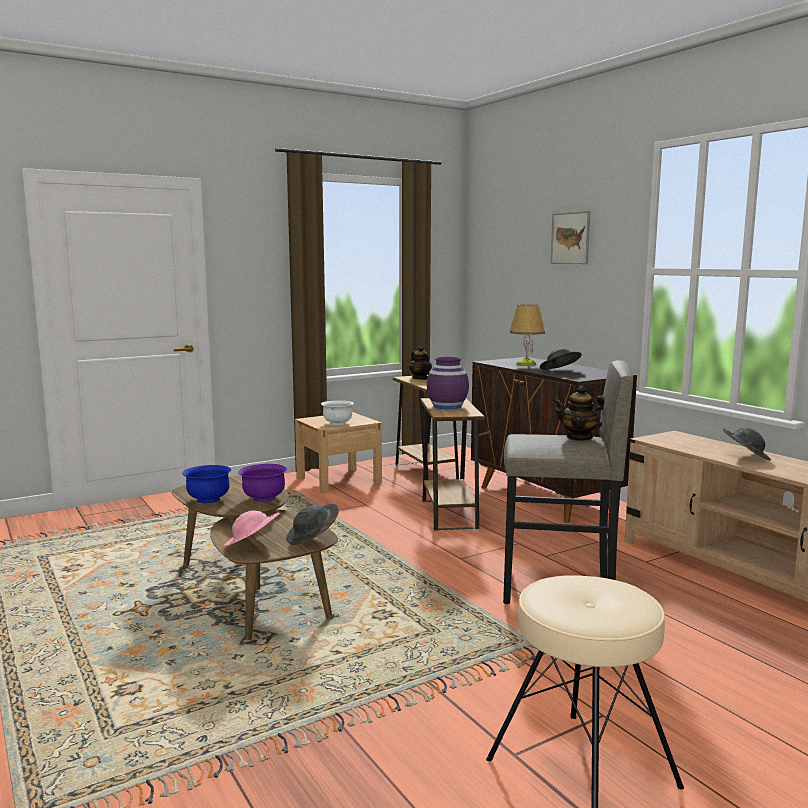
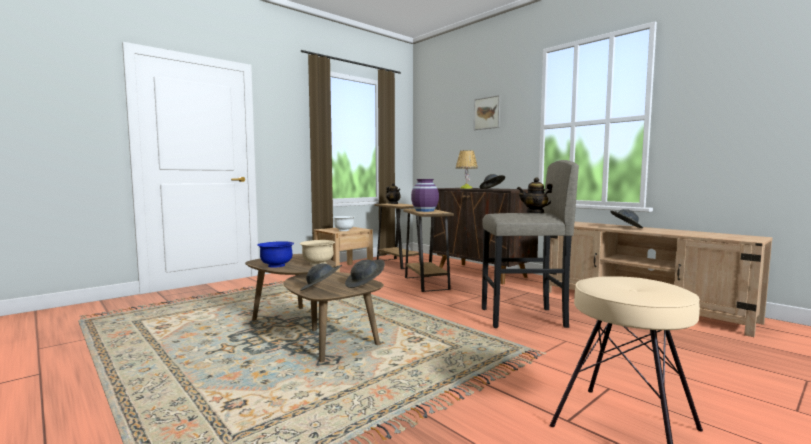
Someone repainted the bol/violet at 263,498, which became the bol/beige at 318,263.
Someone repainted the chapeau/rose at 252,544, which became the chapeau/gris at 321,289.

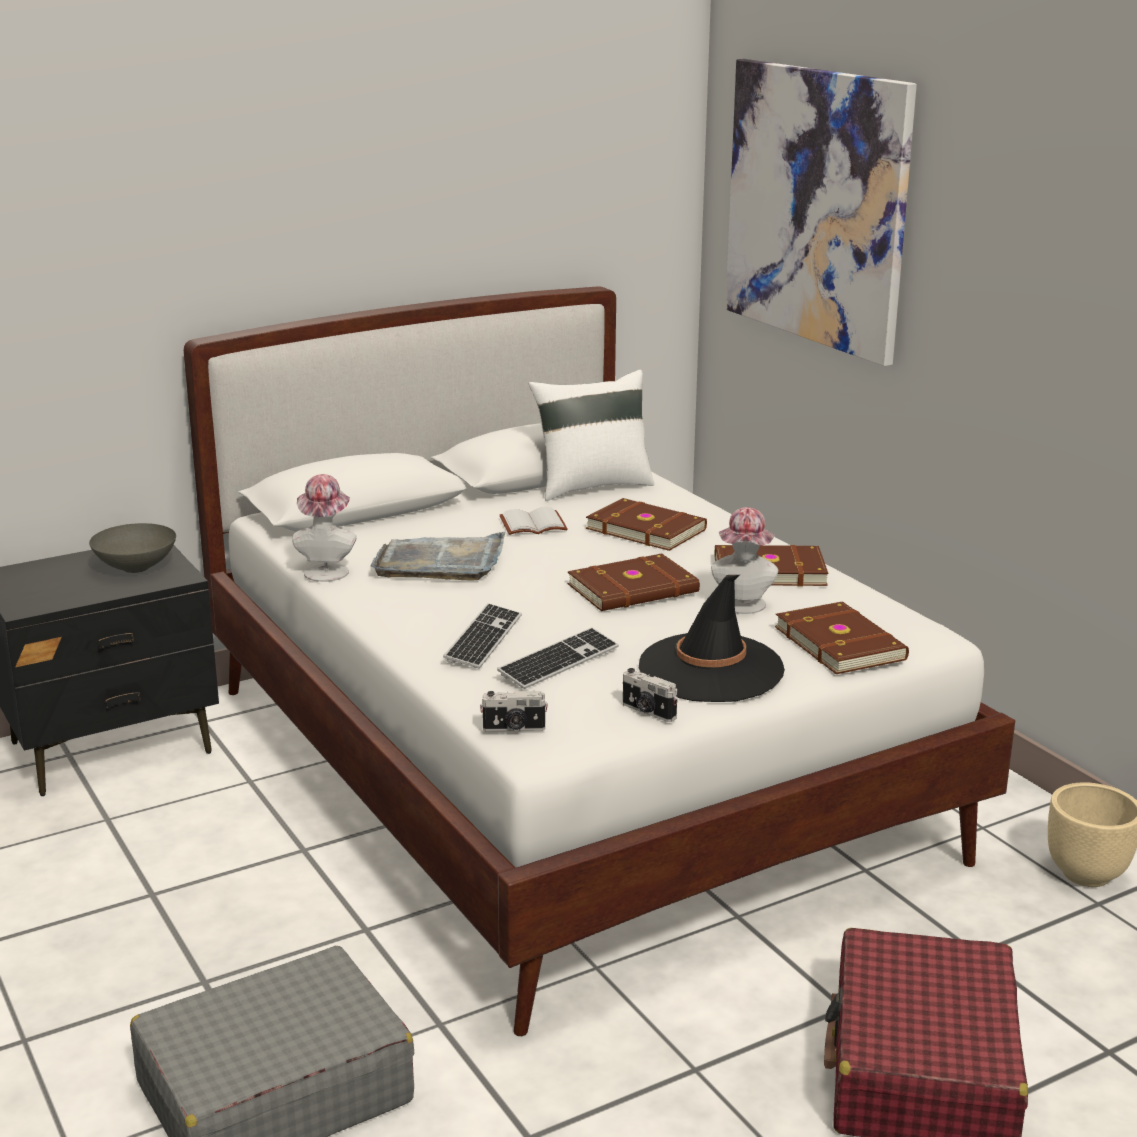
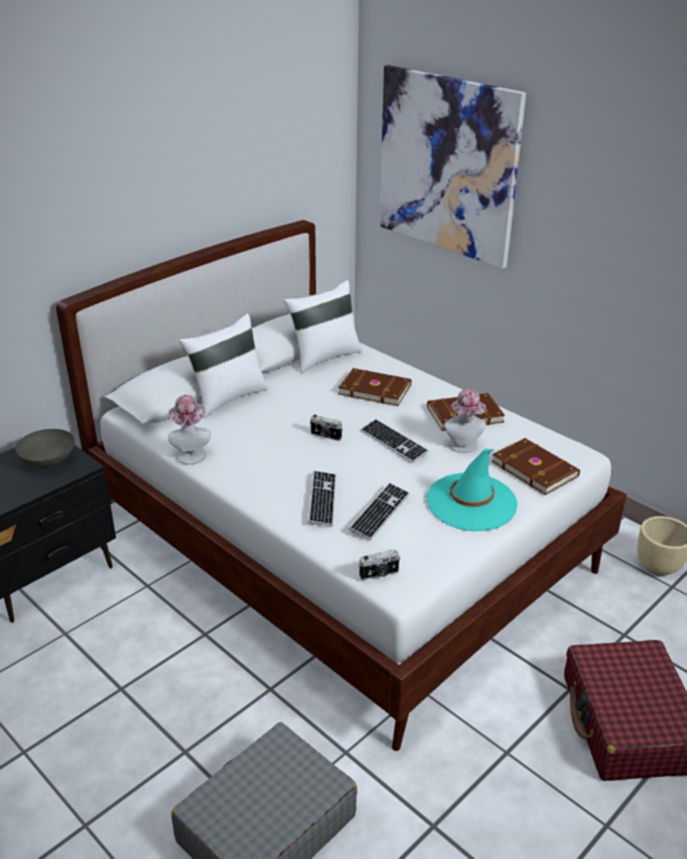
Someone took away the livre/blanc at 533,524.
Someone took away the plateau/gris at 441,562.
Someone swapped the livre/marron at 634,589 for the clavier at 393,442.
Someone repainted the chapeau/noir at 711,669, which became the chapeau/turquoise at 471,502.
Someone carried the appareil photo from 648,712 to 325,436.
Someone put down the coussin/blanc at 227,398.

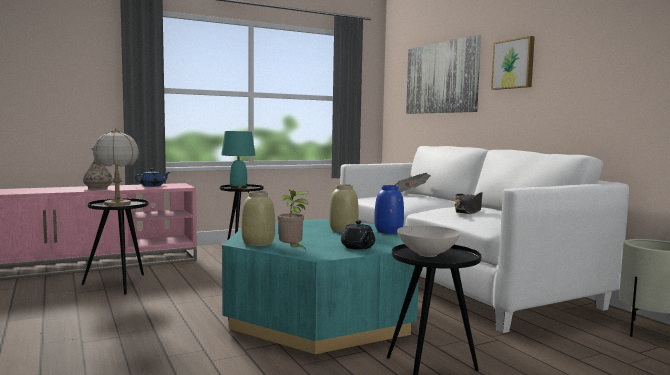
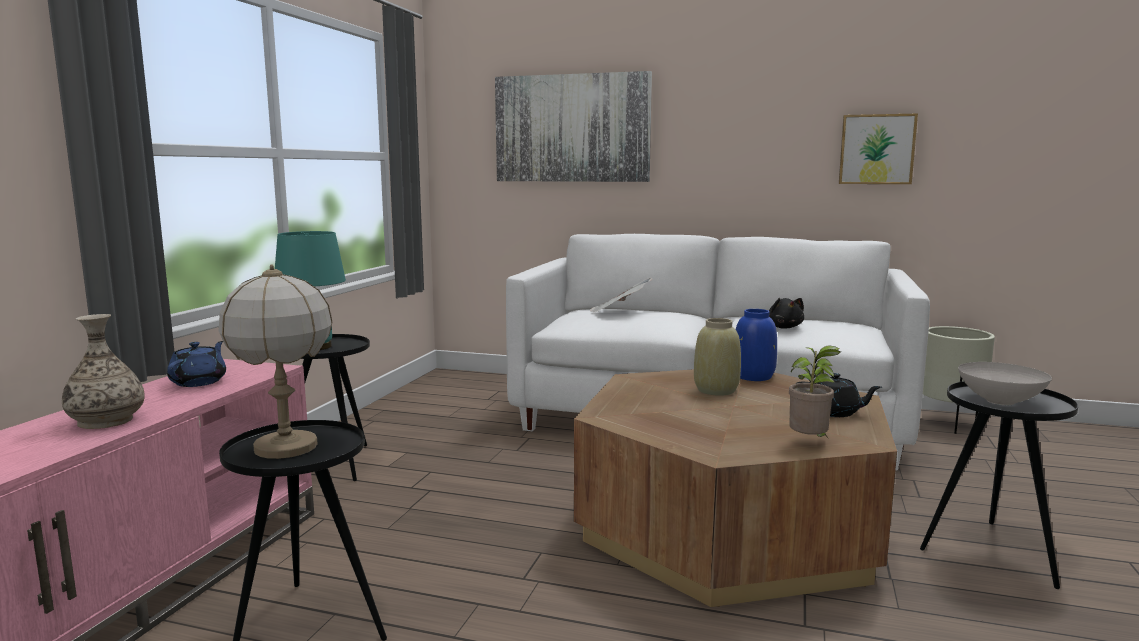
Someone carried the tableau from 514,64 to 876,149.
Someone took away the vase/beige at 258,244.
Someone swapped the chapeau/noir at 468,211 for the peluche/noir at 783,327.
Someone repainted the table basse/turquoise at 322,314, which became the table basse/marron at 728,526.

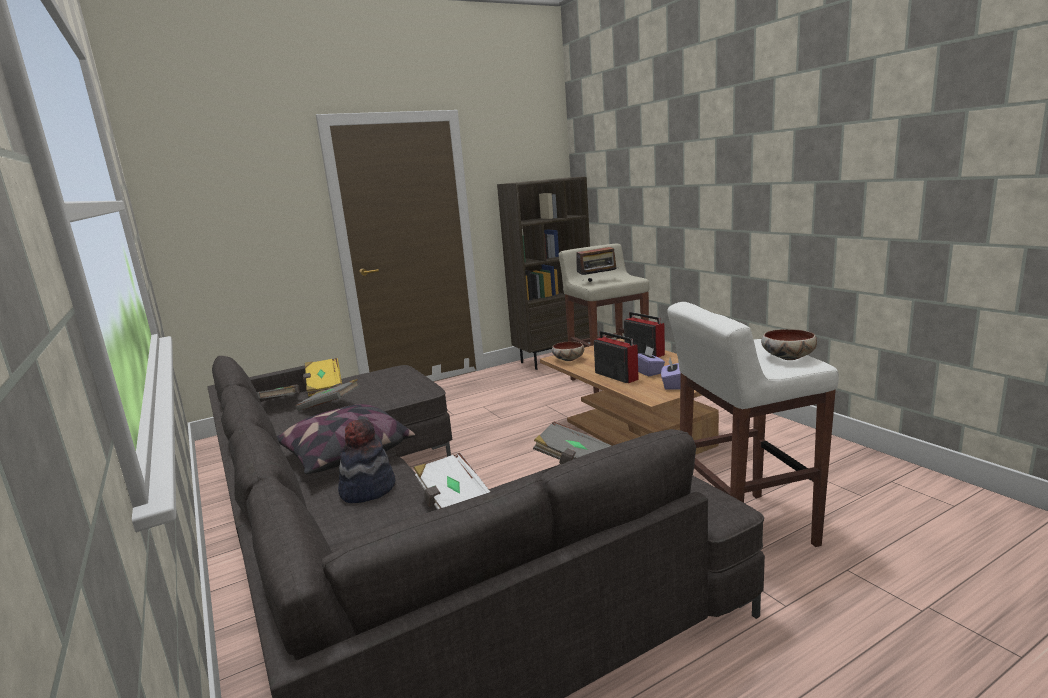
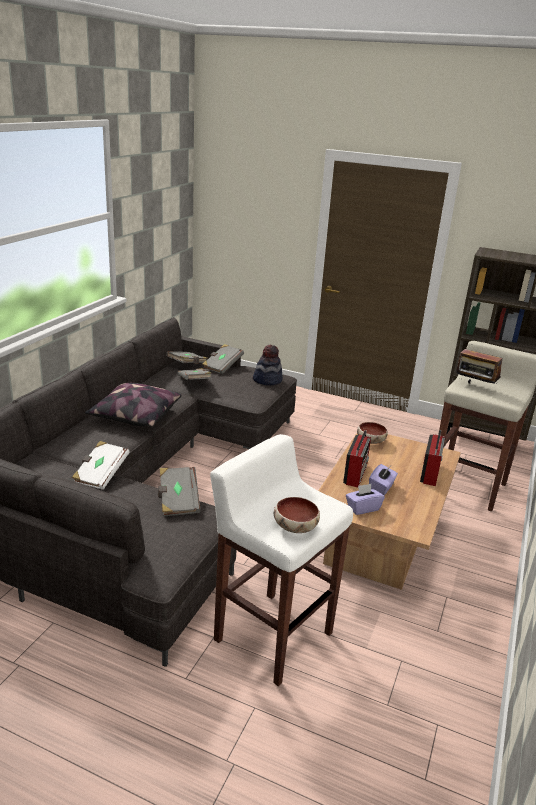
Someone repainted the livre/jaune at 323,387, which became the livre/gris at 222,366.
Someone carried the chapeau from 367,489 to 267,380.

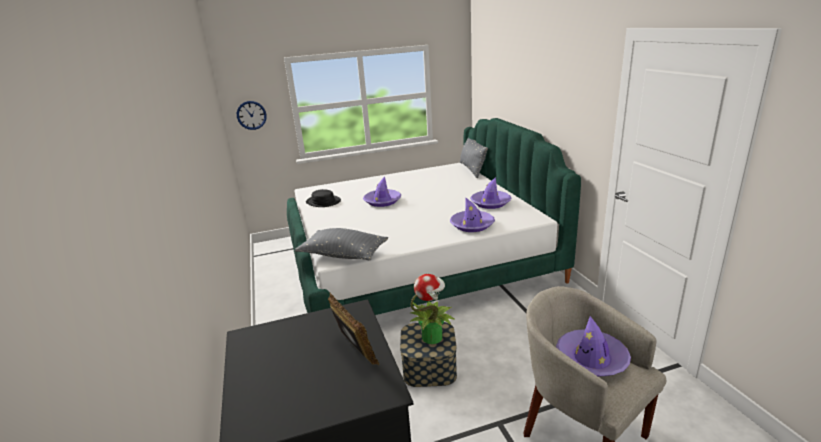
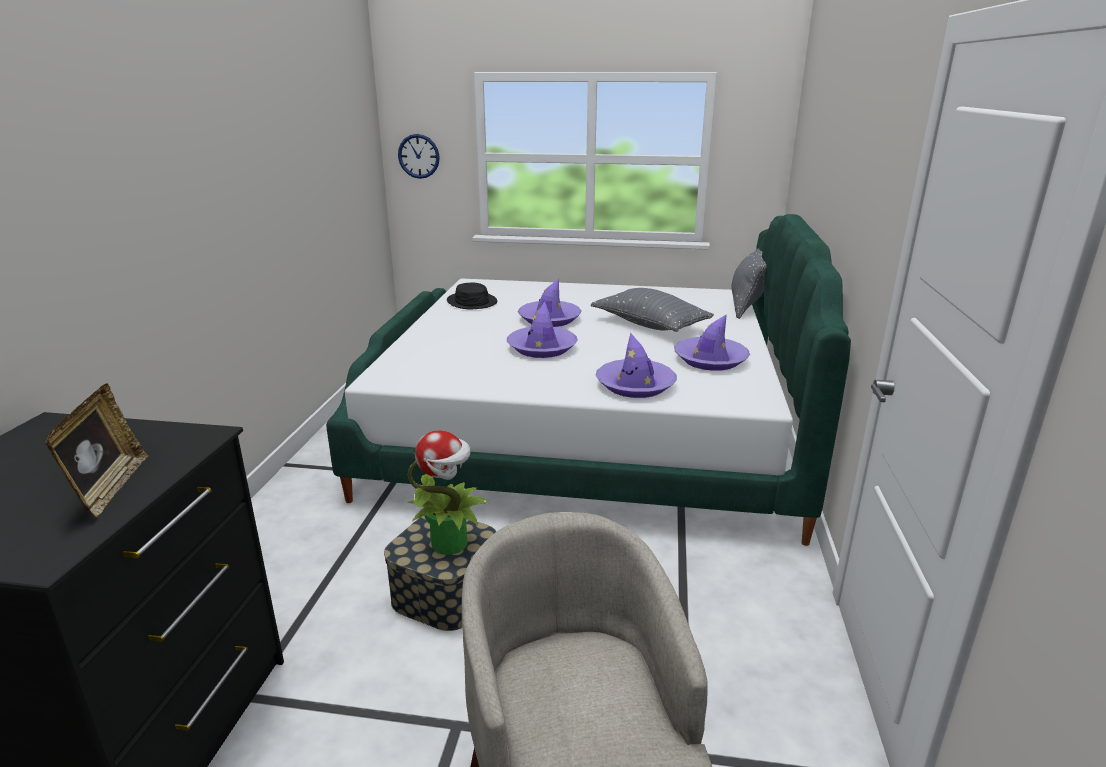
Someone carried the coussin/gris from 343,255 to 650,325.
Someone carried the chapeau/violet from 591,359 to 542,348.

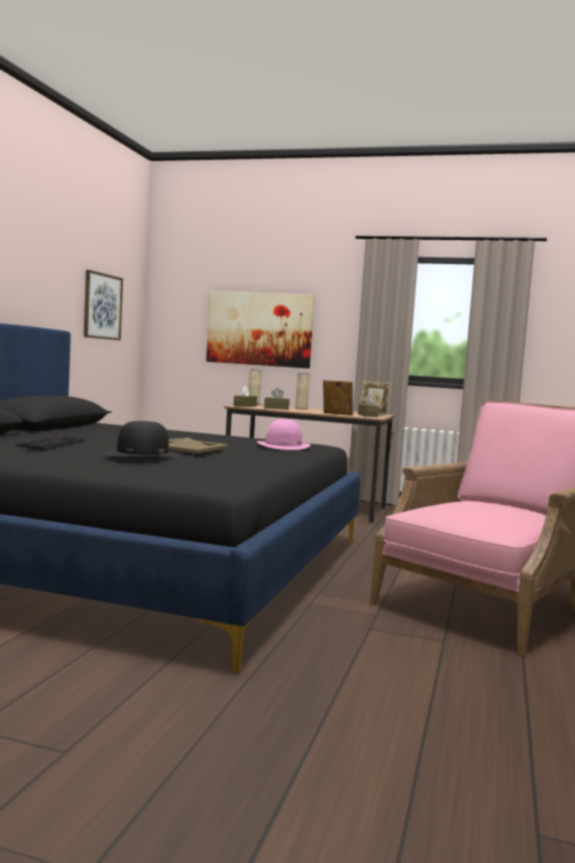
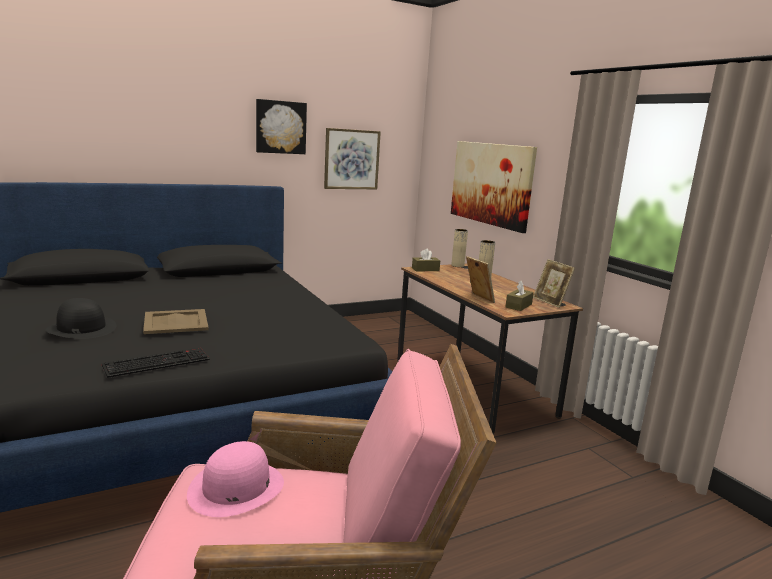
Someone took away the boîte à mouchoirs/marron at 276,408.
Someone carried the chapeau/rose from 283,446 to 236,488.
Someone carried the clavier from 51,443 to 158,362.
Someone put up the tableau at 280,127.

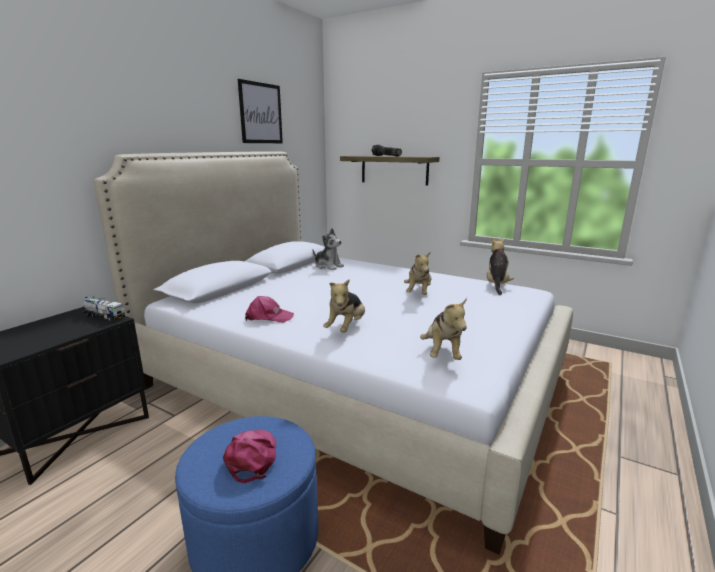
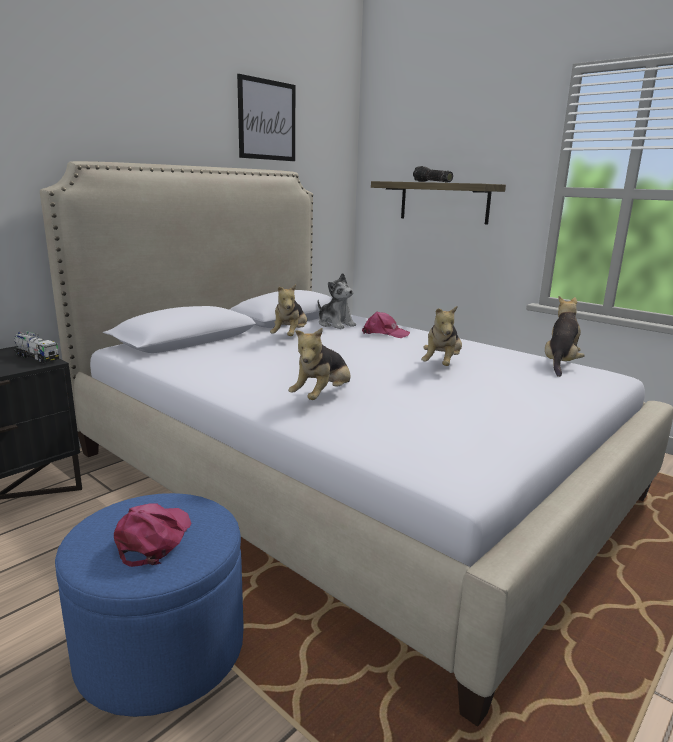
Someone carried the casquette/rose from 268,317 to 384,333.
Someone carried the peluche from 442,353 to 290,336.

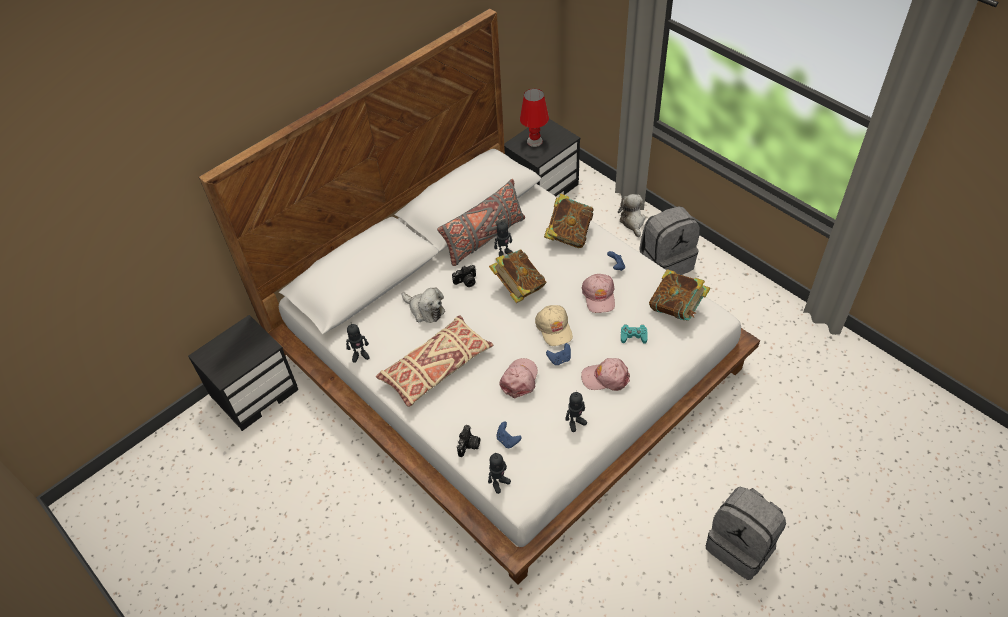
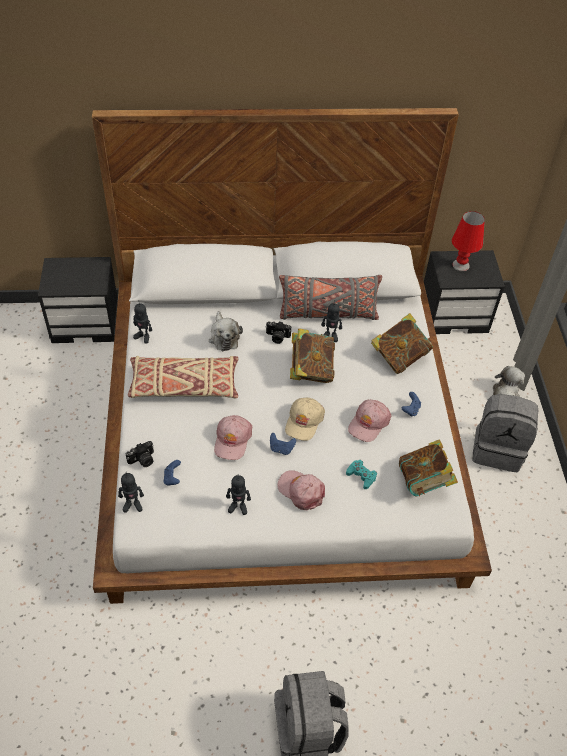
Someone rotated the casquette/rose at 519,379 by 135 degrees clockwise.

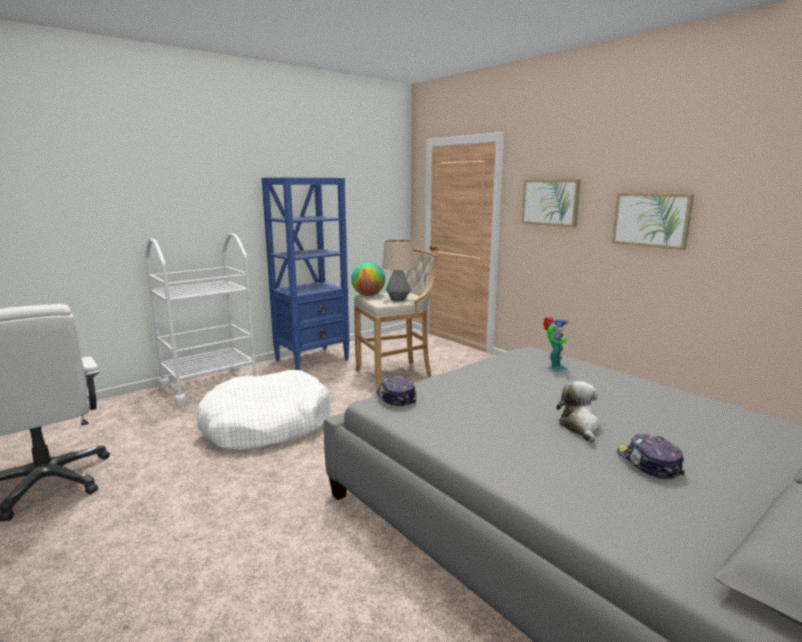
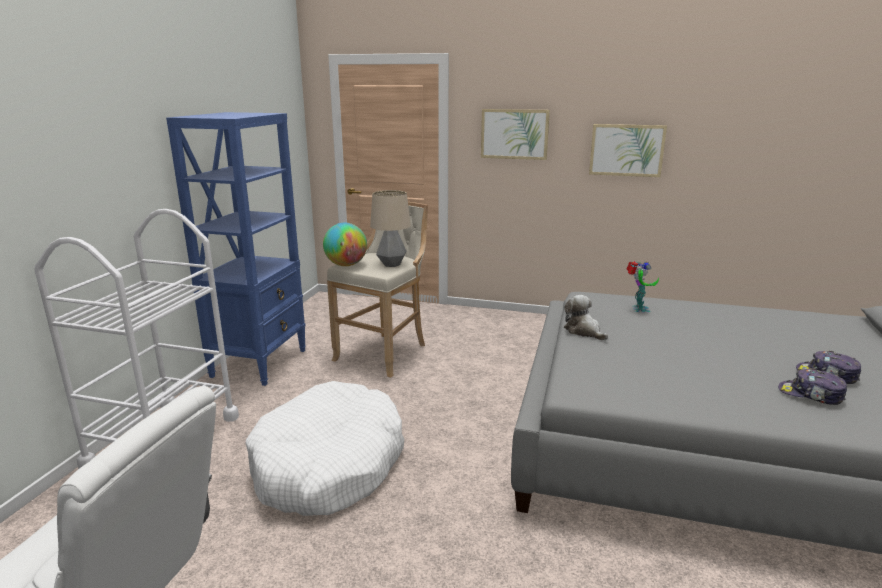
Someone carried the casquette from 395,398 to 810,395.
Someone carried the peluche from 580,427 to 583,331.

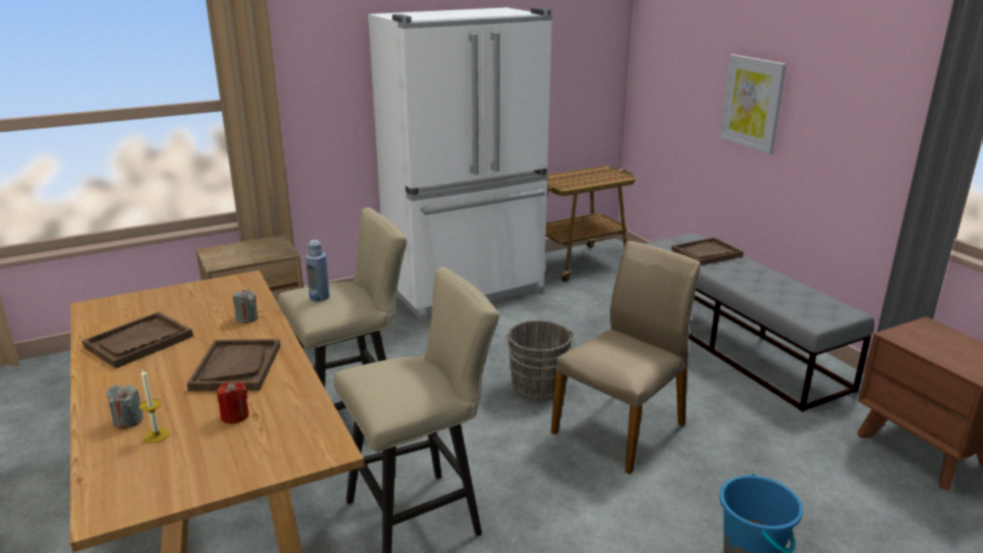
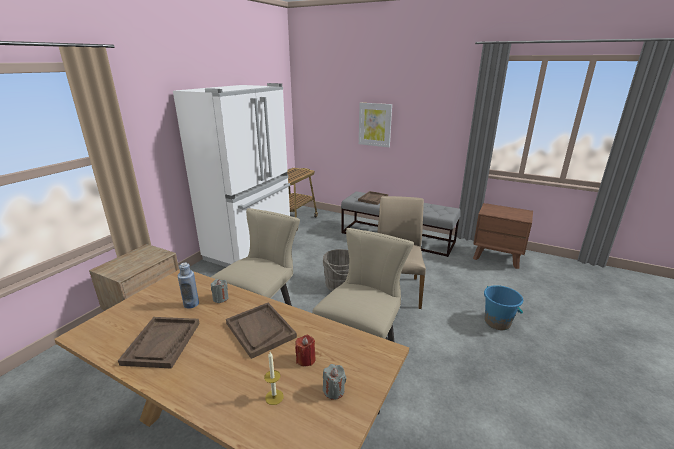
Someone carried the bouteille/bleu from 319,297 to 191,304.
Someone carried the bougie/gris from 128,420 to 334,391.

